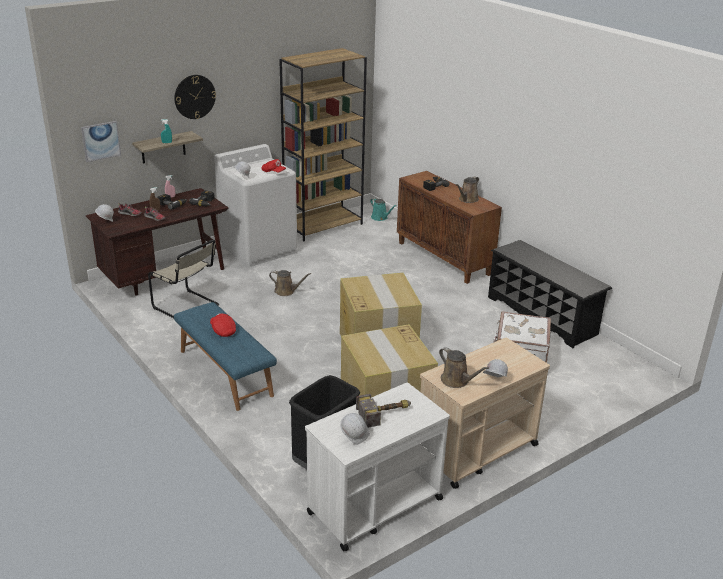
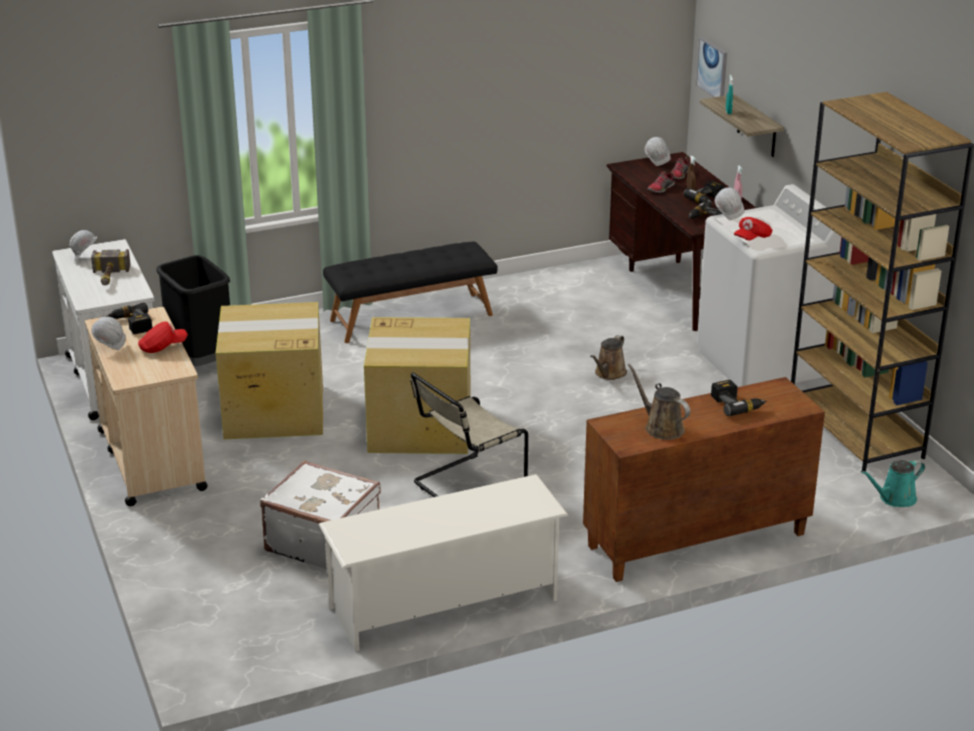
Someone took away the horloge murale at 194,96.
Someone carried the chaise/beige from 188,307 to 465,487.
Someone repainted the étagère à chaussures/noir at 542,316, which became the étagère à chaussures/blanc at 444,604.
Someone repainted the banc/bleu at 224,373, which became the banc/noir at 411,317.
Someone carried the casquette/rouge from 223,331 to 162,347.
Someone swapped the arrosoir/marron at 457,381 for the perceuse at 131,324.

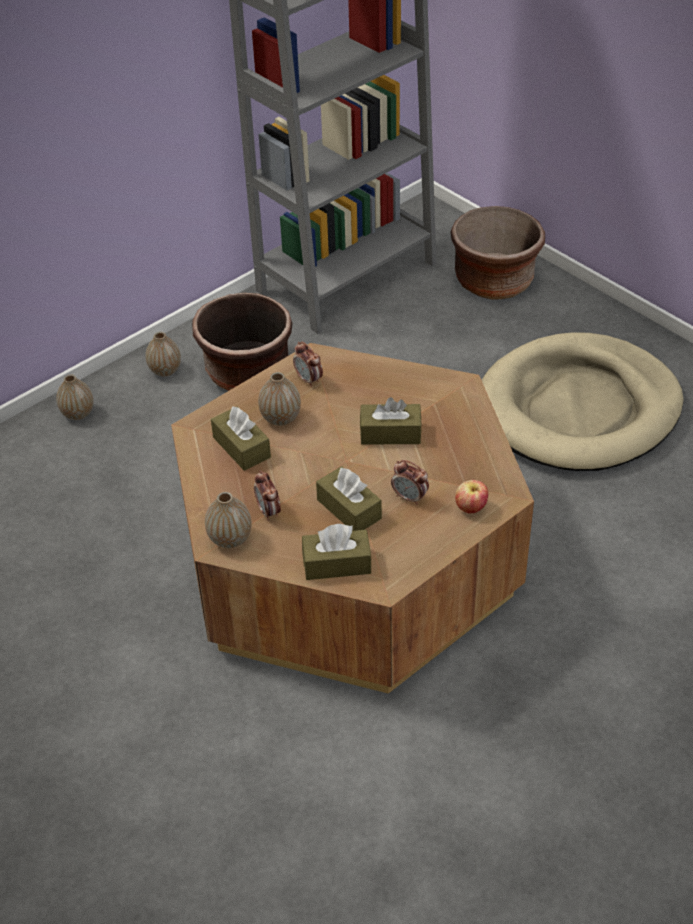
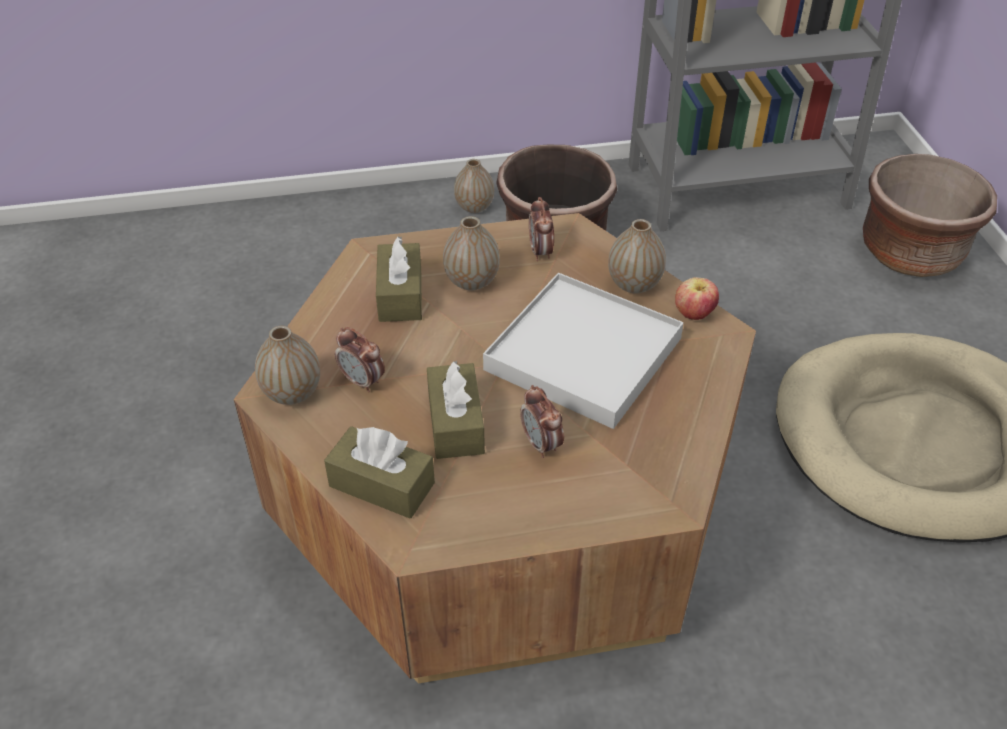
Someone carried the vase from 78,414 to 634,284.
Someone swapped the boîte à mouchoirs/marron at 390,433 for the plateau/blanc at 584,354.
Someone rotated the réveil at 269,512 by 60 degrees counterclockwise.
Someone carried the pomme from 471,508 to 694,314.

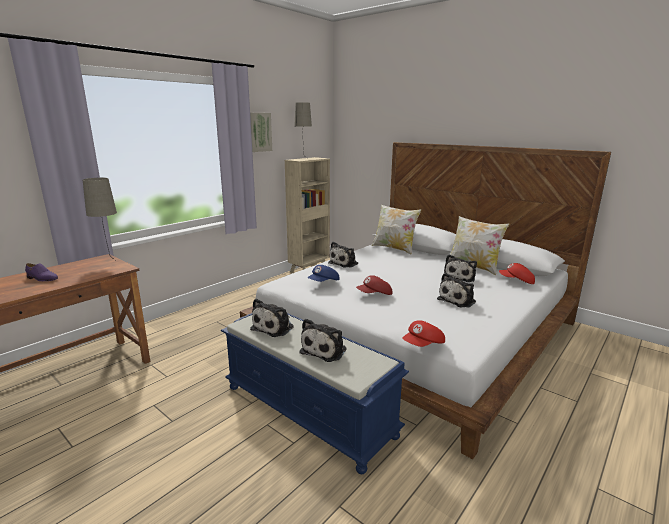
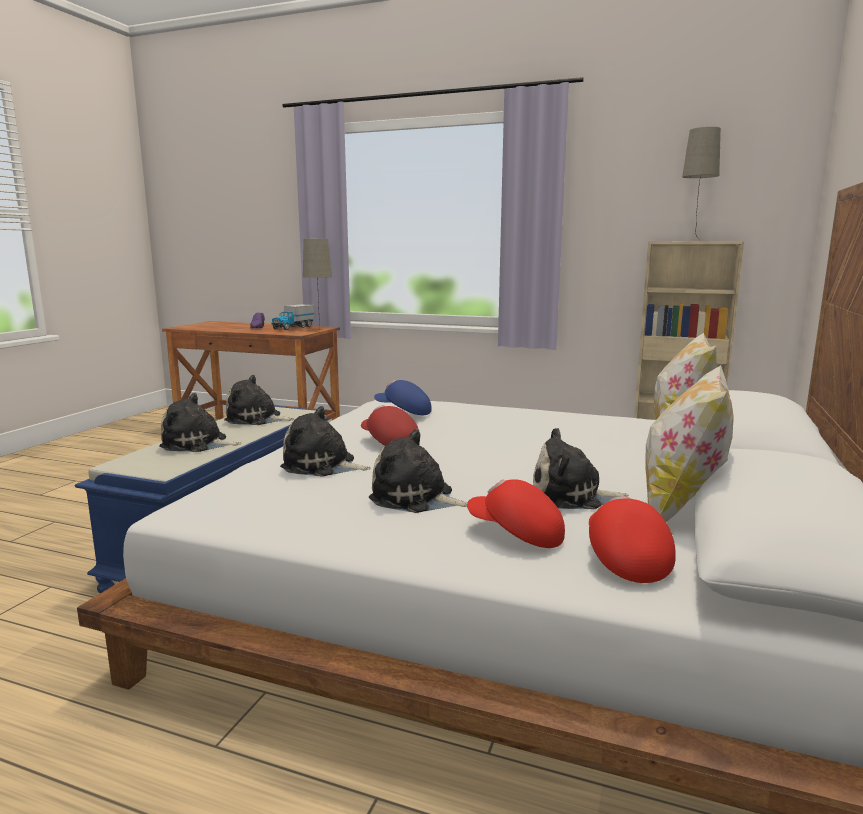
Someone took away the tableau at 259,132.
Someone carried the peluche from 344,263 to 322,466.
Someone carried the casquette/rouge from 423,345 to 516,534.
Someone put down the camion jouet at 293,327.

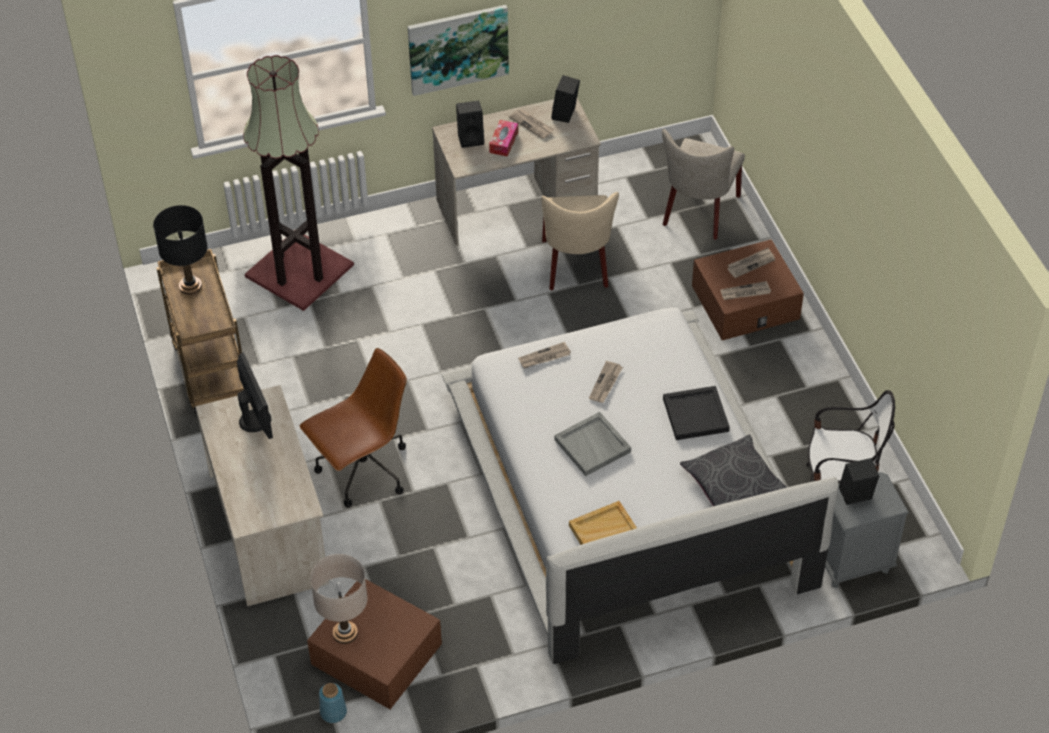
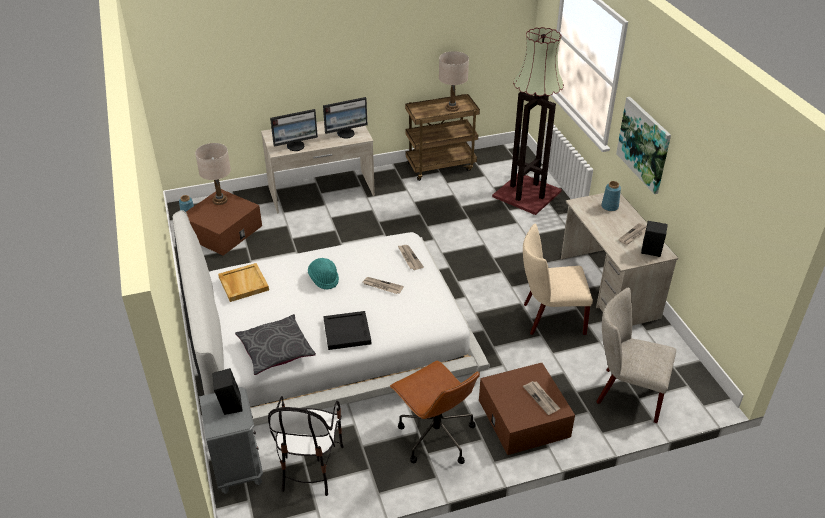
Someone swapped the enceinte/noir at 471,138 for the vase/bleu at 610,207.
Someone took away the boîte à mouchoirs at 503,142.
Someone repainted the lampe de table/noir at 190,286, which became the lampe de table/beige at 452,108.
Someone took away the journal at 745,293.
Someone carried the chaise de bureau/marron from 362,471 to 435,436.
Someone swapped the plateau/gris at 593,446 for the chapeau/turquoise at 324,279.
Someone put down the écran d'ordinateur at 296,146.

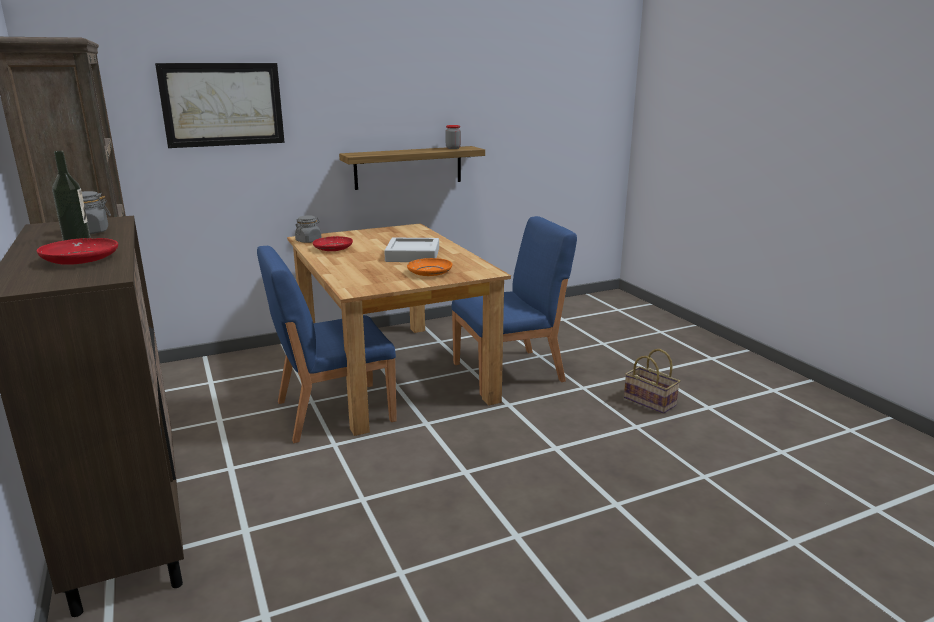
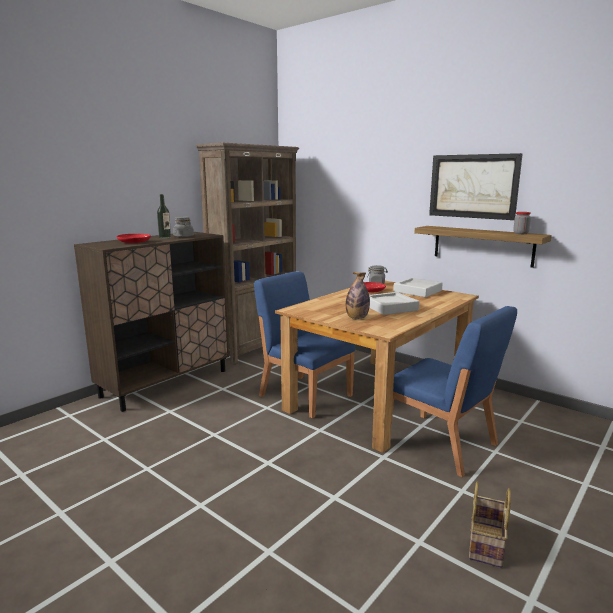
Someone carried the tableau from 222,104 to 473,186.
Someone swapped the assiette/orange at 430,273 for the bouteille at 357,318.
Someone put down the plateau/gris at 417,291.

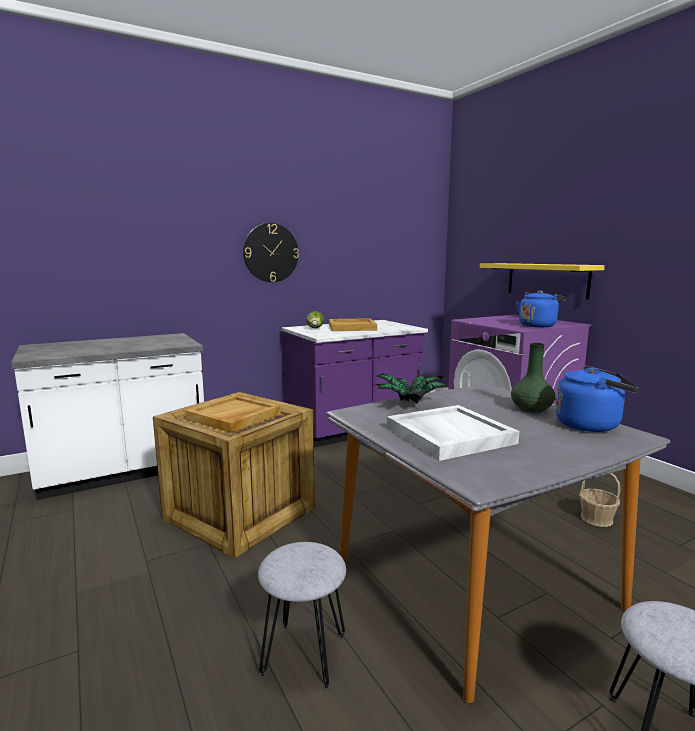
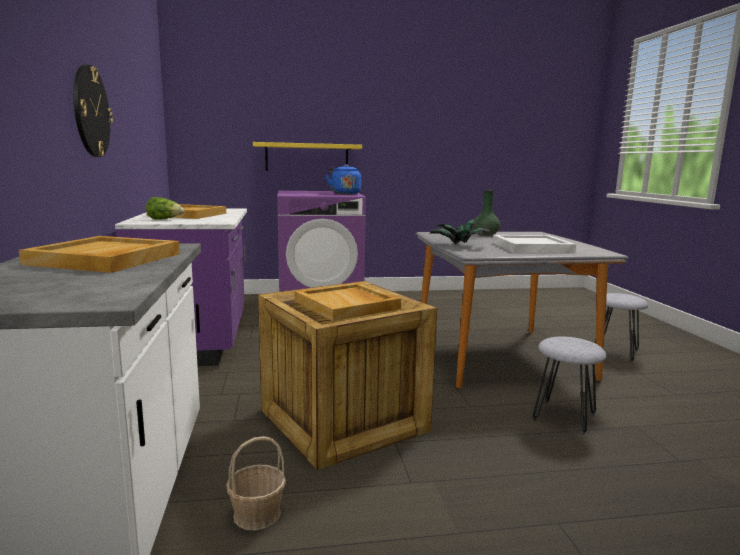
Someone took away the bouilloire/bleu at 591,425.
Someone carried the panier from 596,518 to 256,514.
Someone put down the plateau/beige at 105,259.

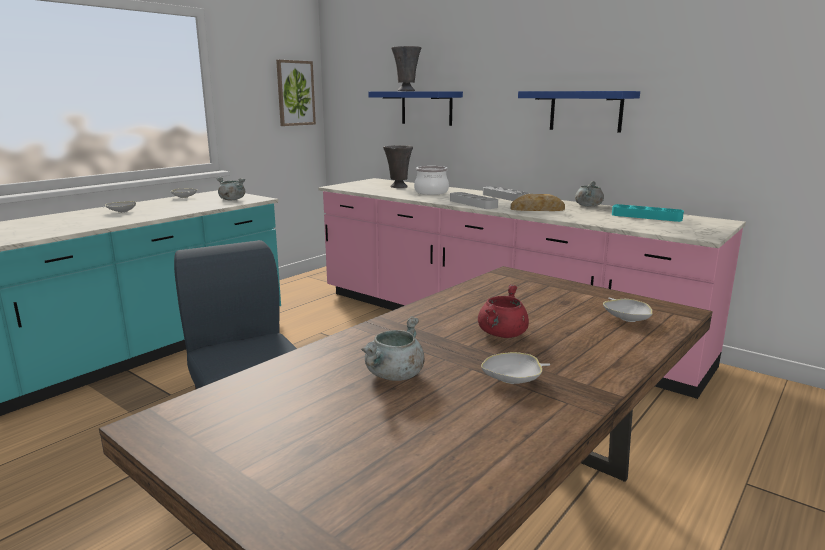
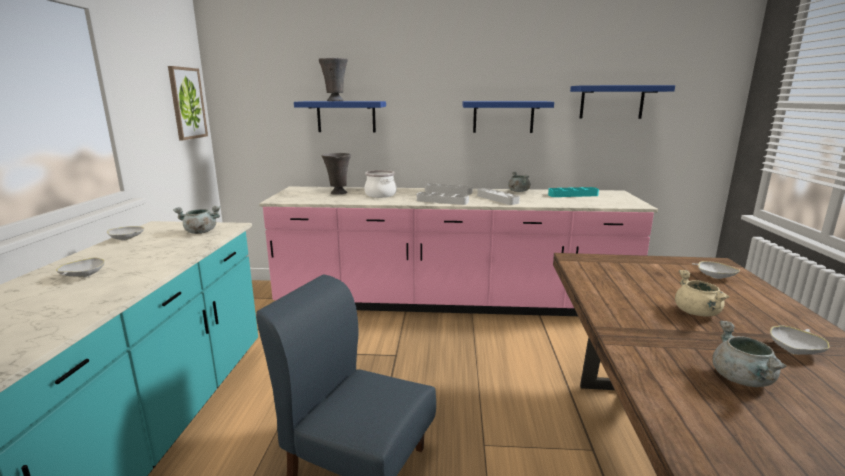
Someone swapped the pain at 537,209 for the plateau/gris at 497,199.
Someone repainted the marmite/rouge at 502,334, which became the marmite/beige at 698,313.
Someone put up the étagère/bleu at 611,102.

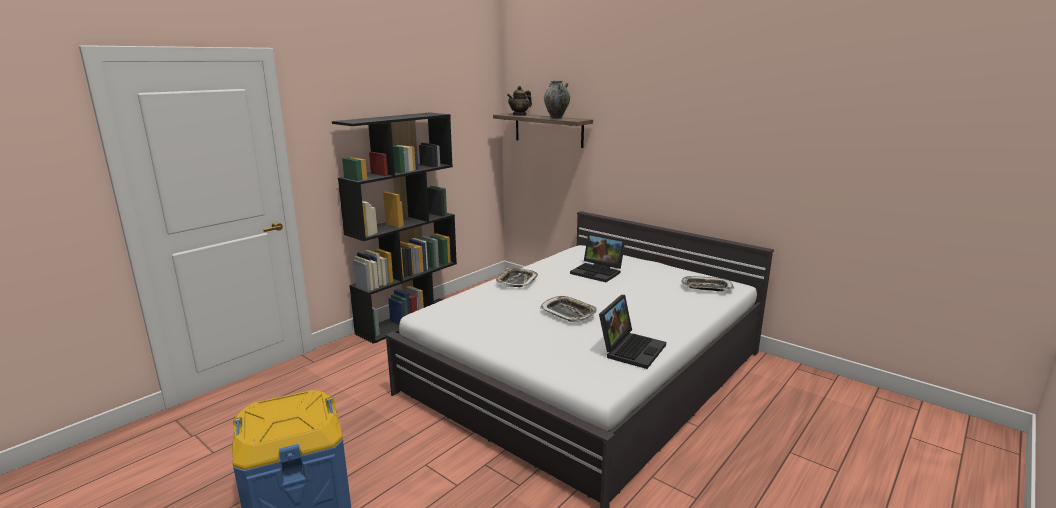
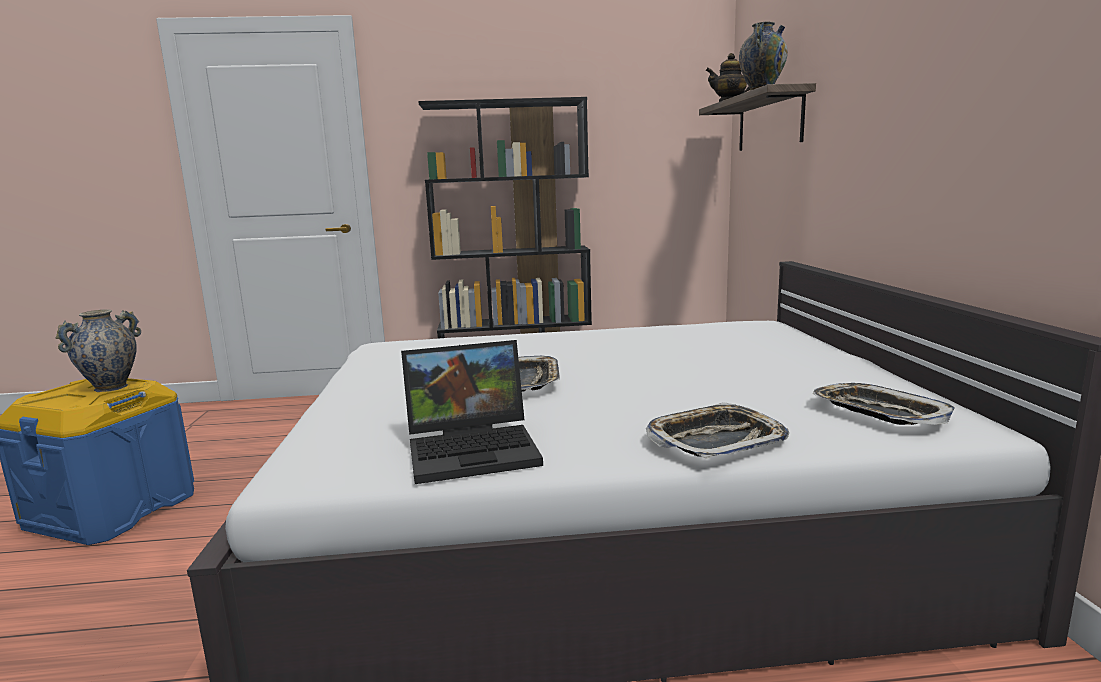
Someone took away the ordinateur portable at 598,272.
Someone carried the plateau from 516,281 to 715,440.
Someone put down the vase at 111,387.

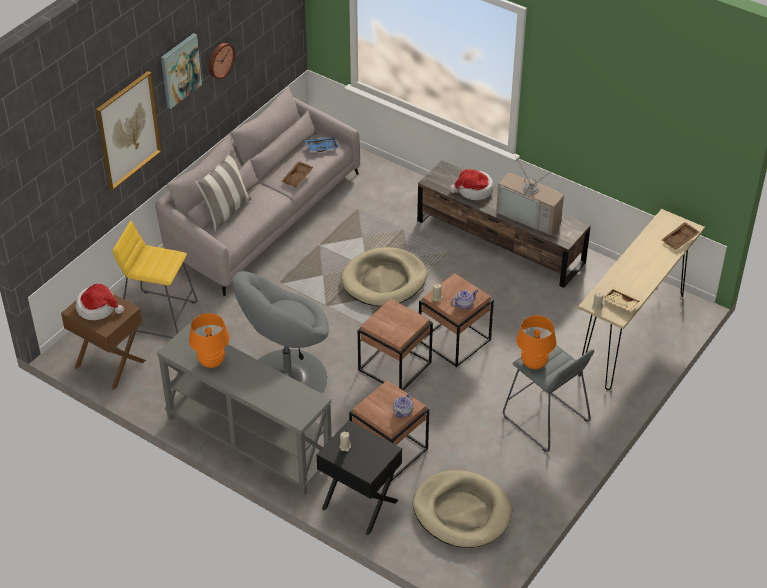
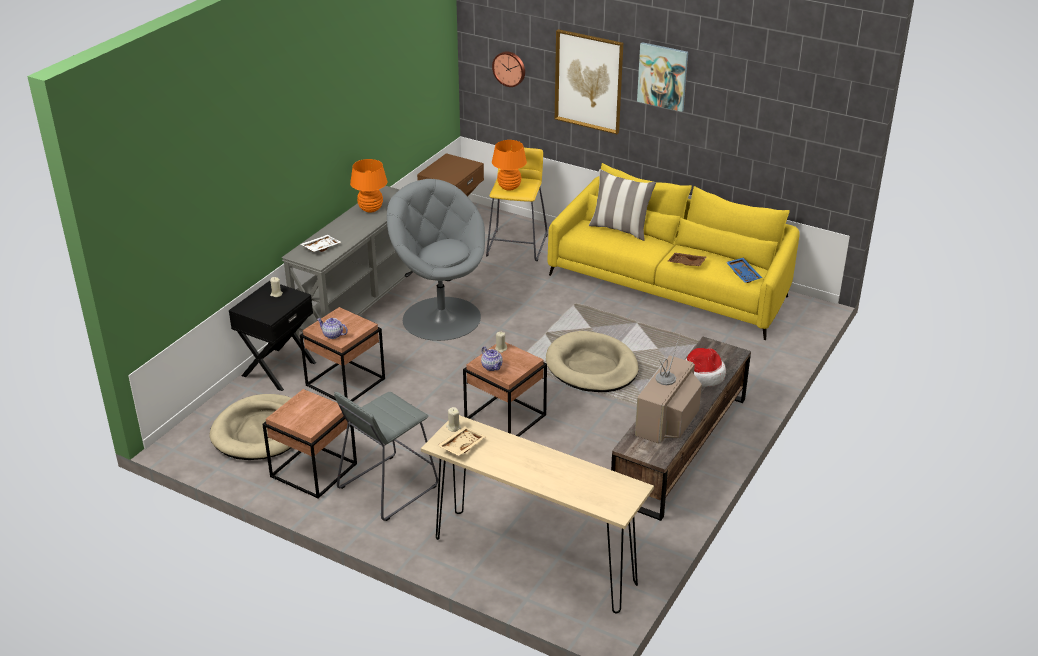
Someone carried the horloge murale from 220,60 to 509,68.
Someone repainted the canapé/gris at 261,216, which became the canapé/jaune at 671,286.
Someone took away the plateau/marron at 680,240.
Someone took away the chapeau at 98,308.
Someone carried the table d'appoint/marron from 395,366 to 314,471.
Someone carried the lampe de table/orange from 534,363 to 509,187.
Someone put down the plateau/blanc at 320,247.

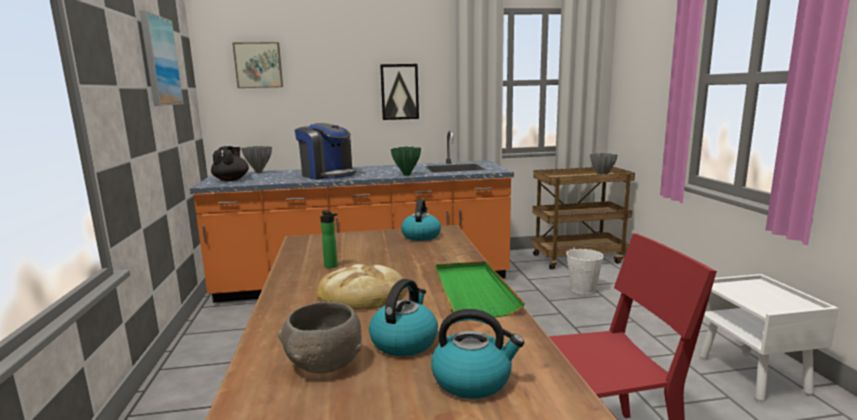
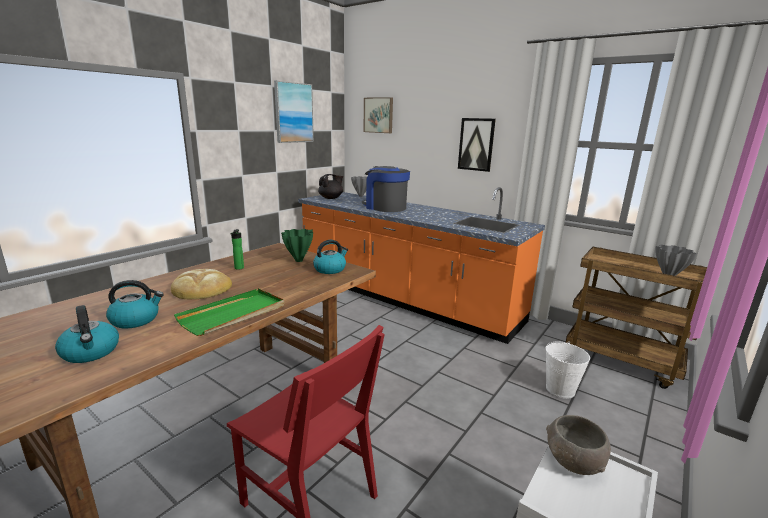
Someone rotated the machine à café at 327,175 by 135 degrees clockwise.
Someone carried the vase/vert from 406,175 to 298,261.
Someone carried the bol/gris from 324,363 to 573,462.

